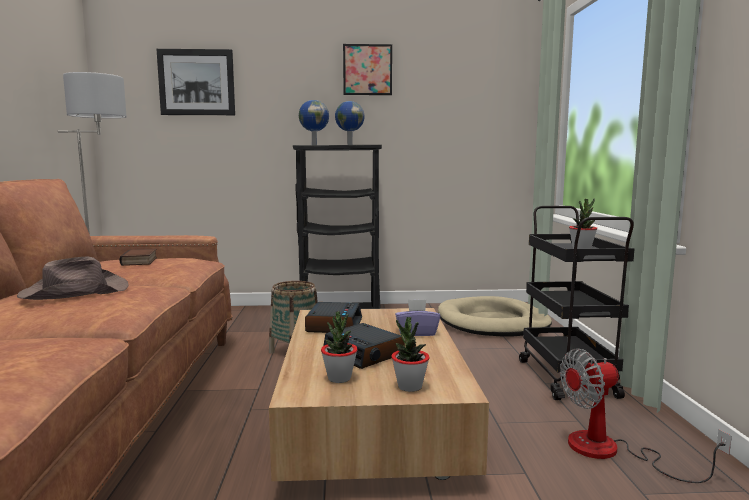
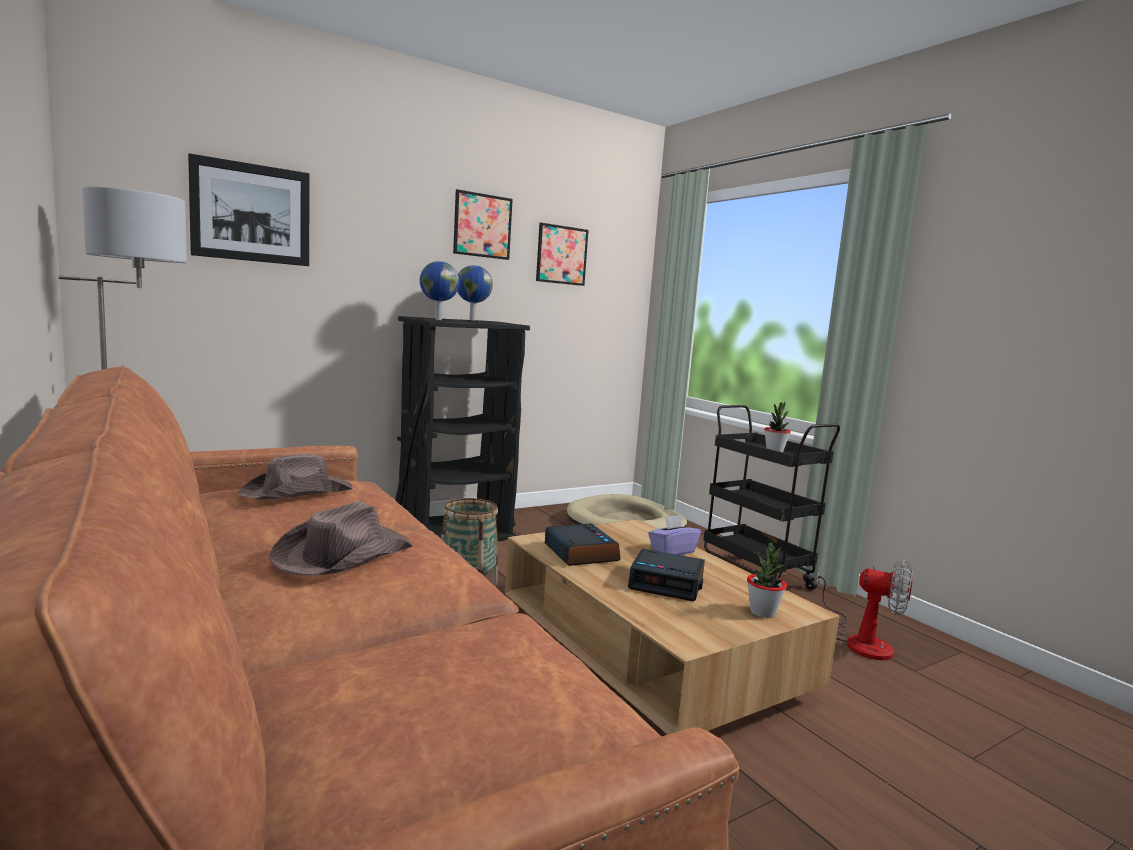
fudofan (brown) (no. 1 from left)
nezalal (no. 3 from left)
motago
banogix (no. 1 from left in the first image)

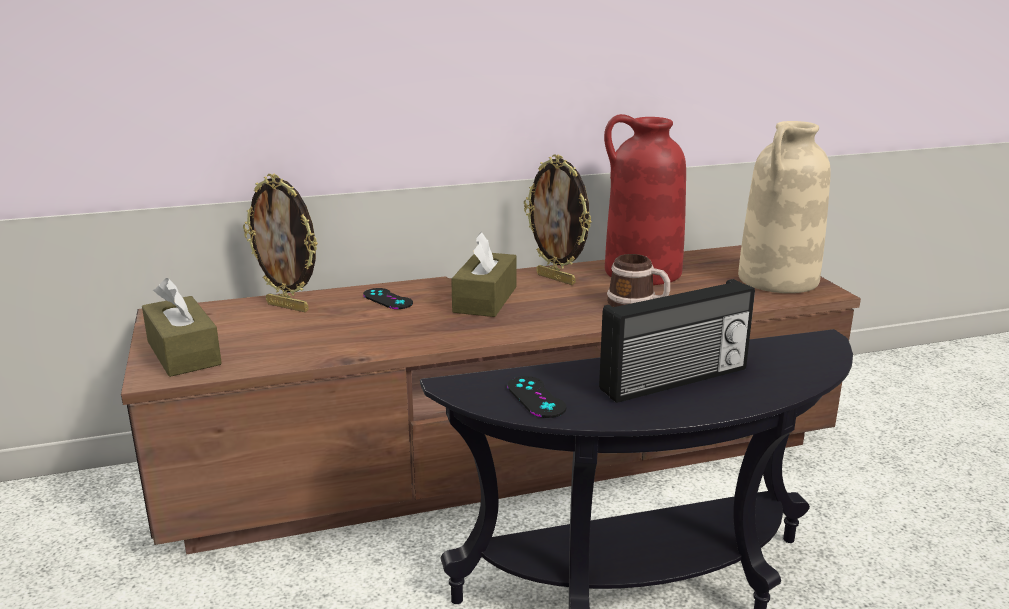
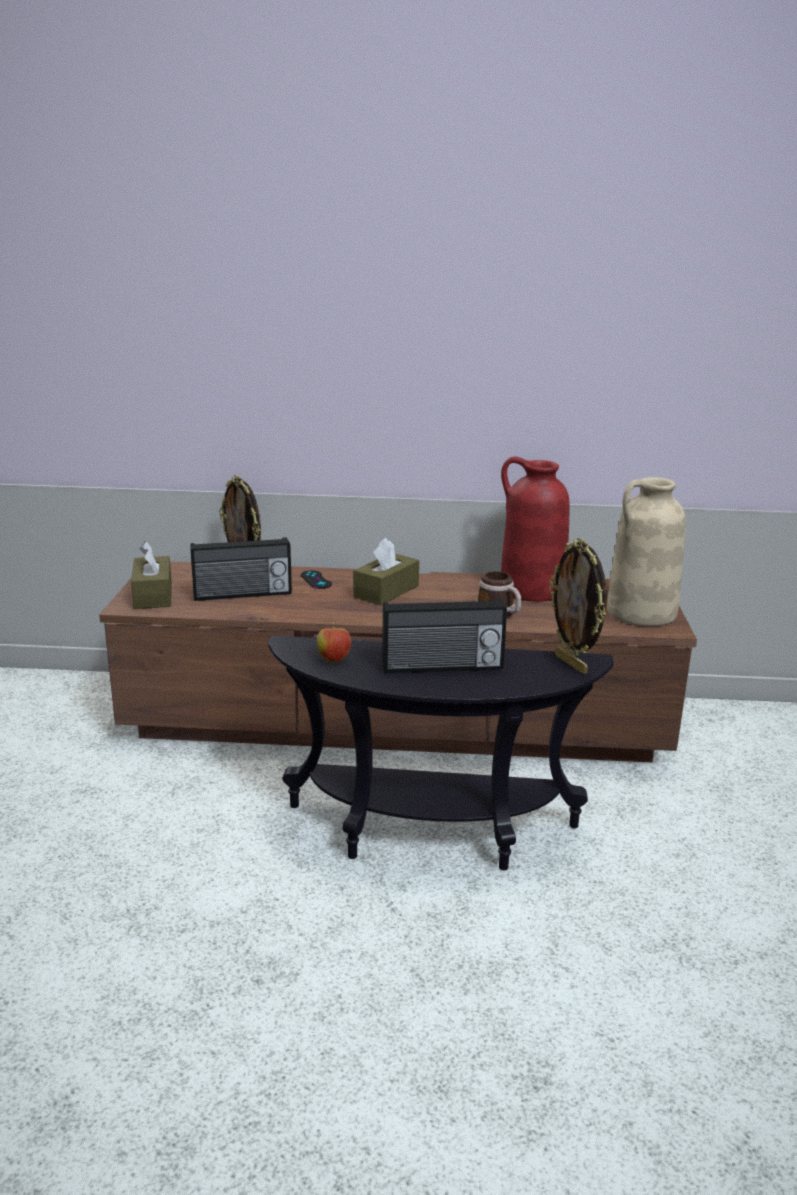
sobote (no. 1 from left)
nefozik
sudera (no. 2 from left)

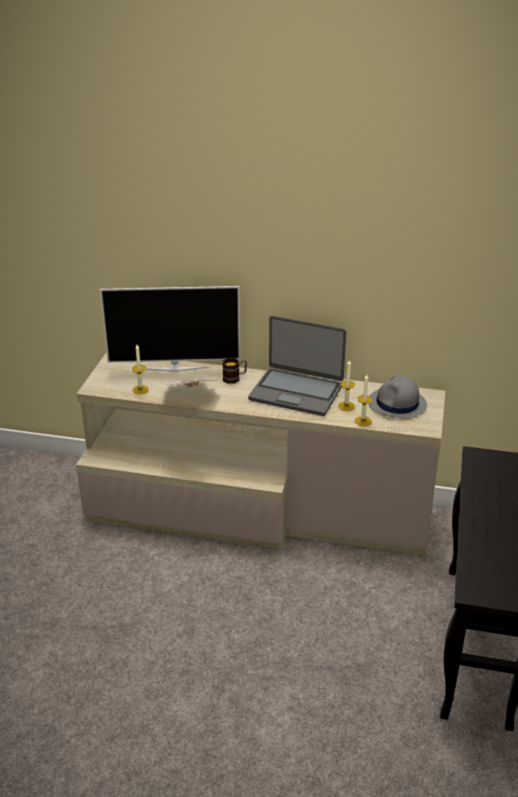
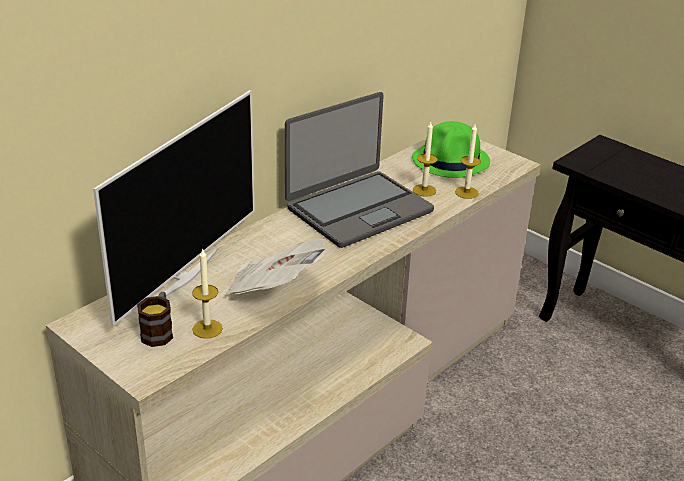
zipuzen
fudofan (green)

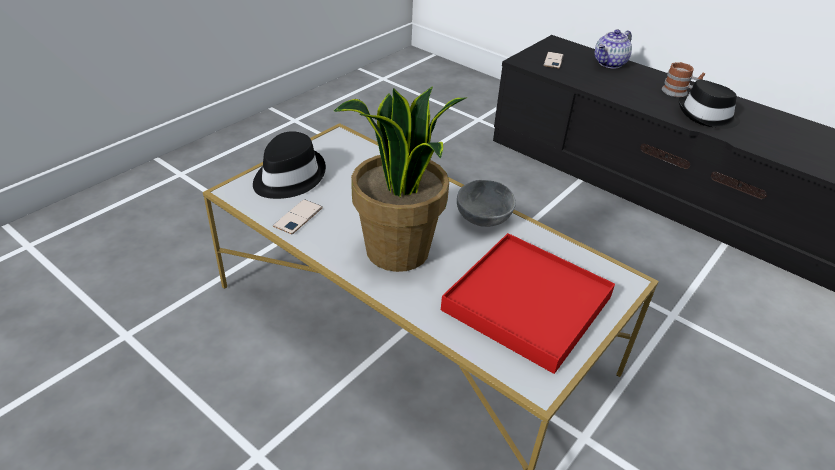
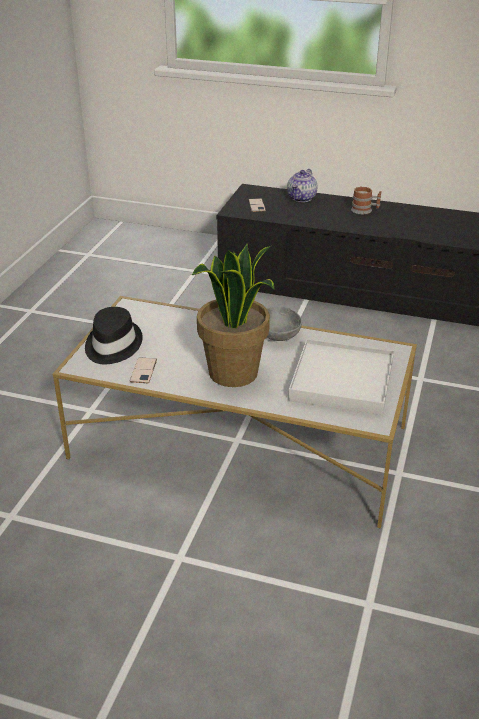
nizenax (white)
fudofan (black) (no. 2 from left in the first image)

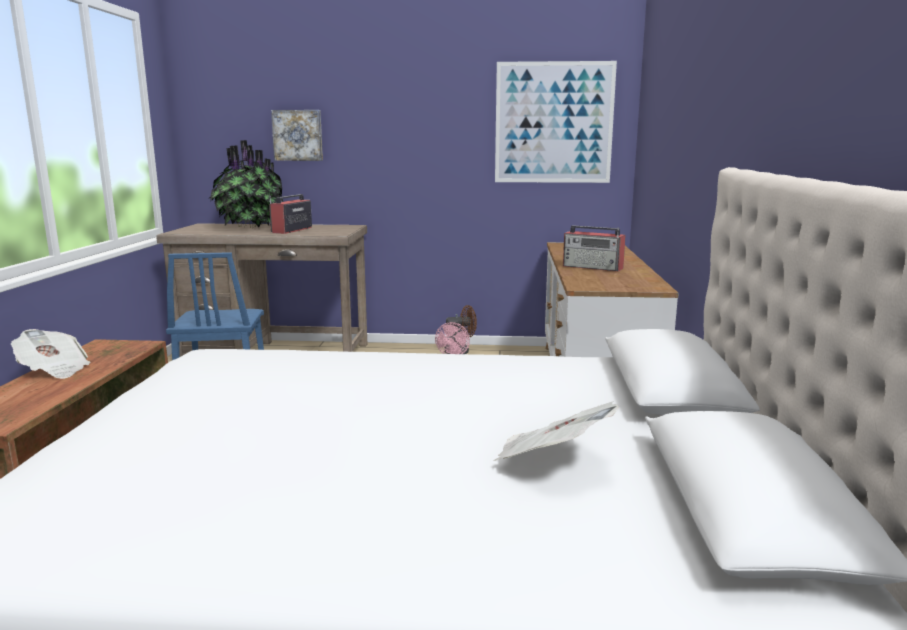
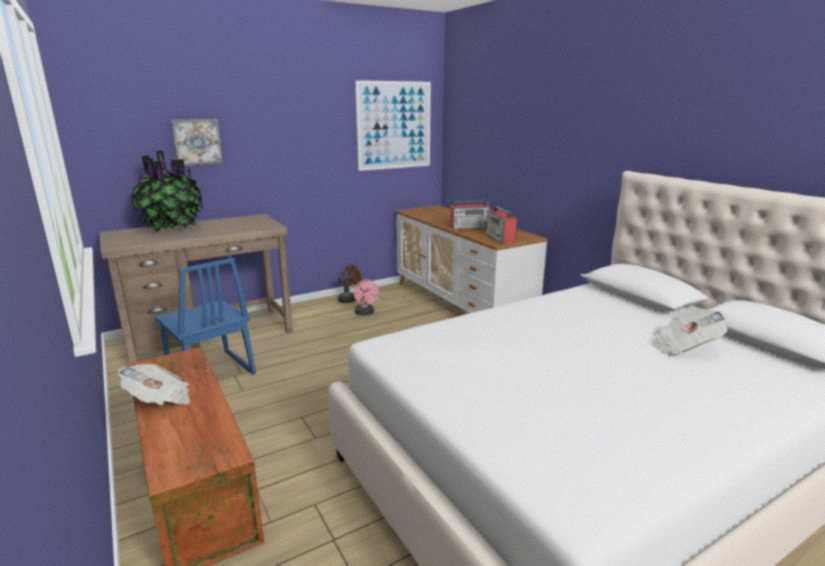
sobote (no. 2 from left)

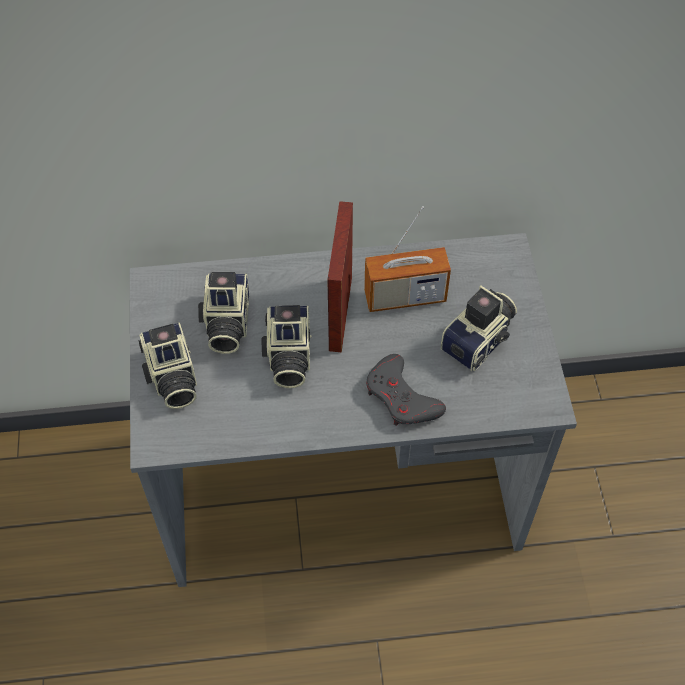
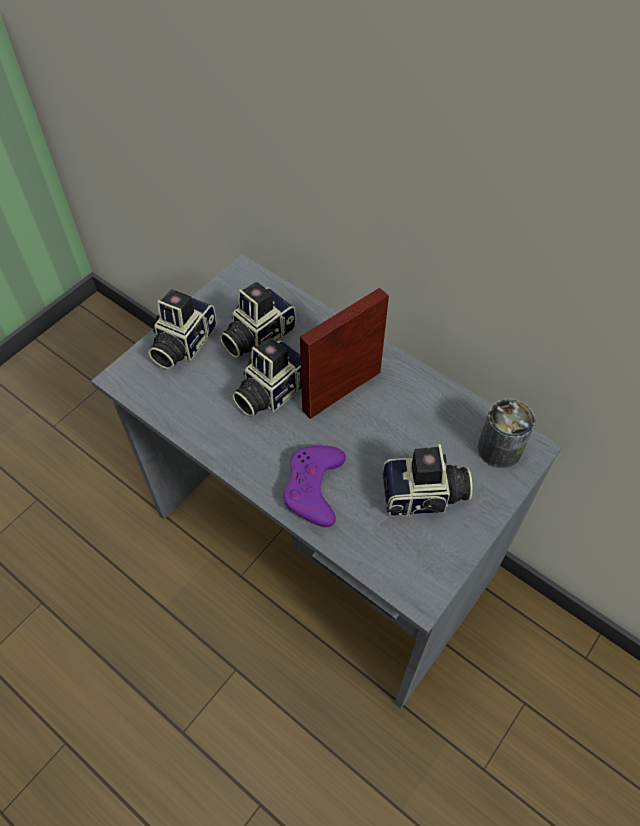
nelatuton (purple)
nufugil
sobote

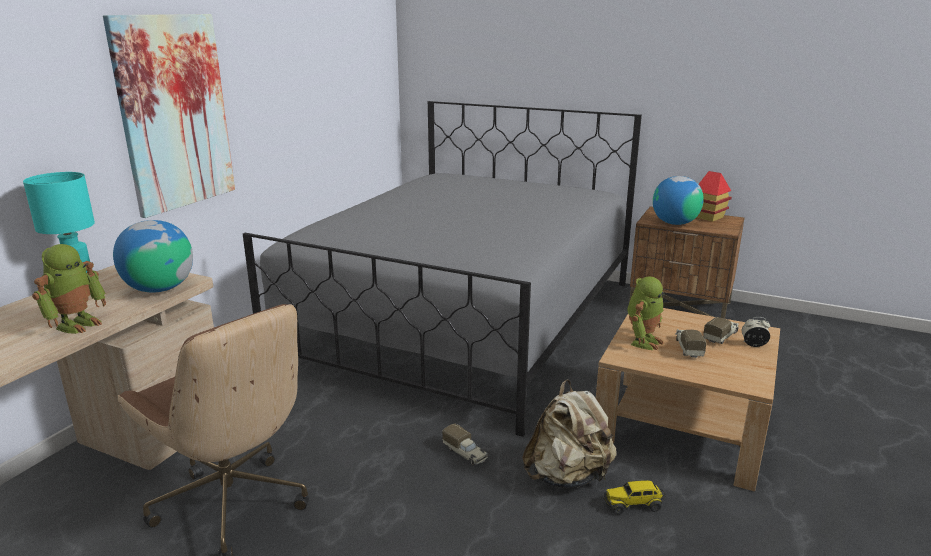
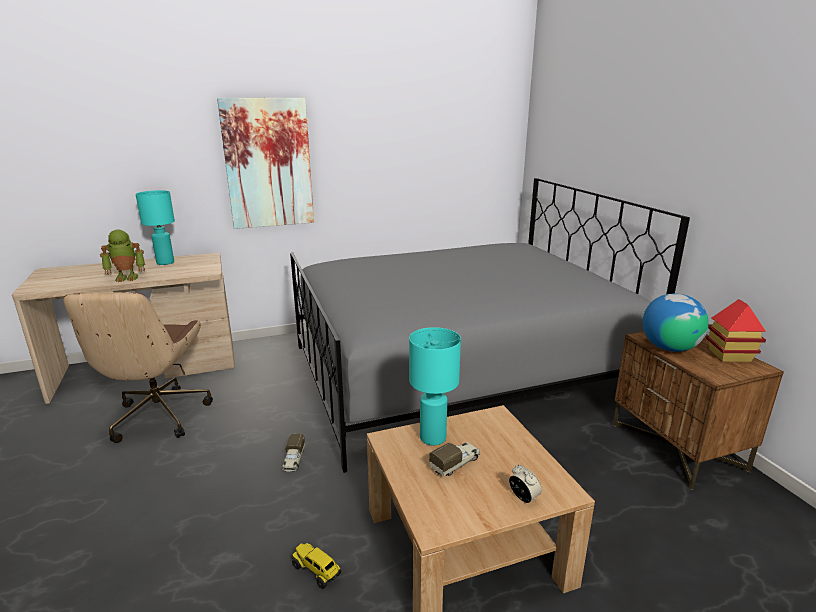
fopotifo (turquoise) (no. 2 from left)
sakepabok (no. 1 from left in the first image)
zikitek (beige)
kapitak (no. 4 from left in the first image)

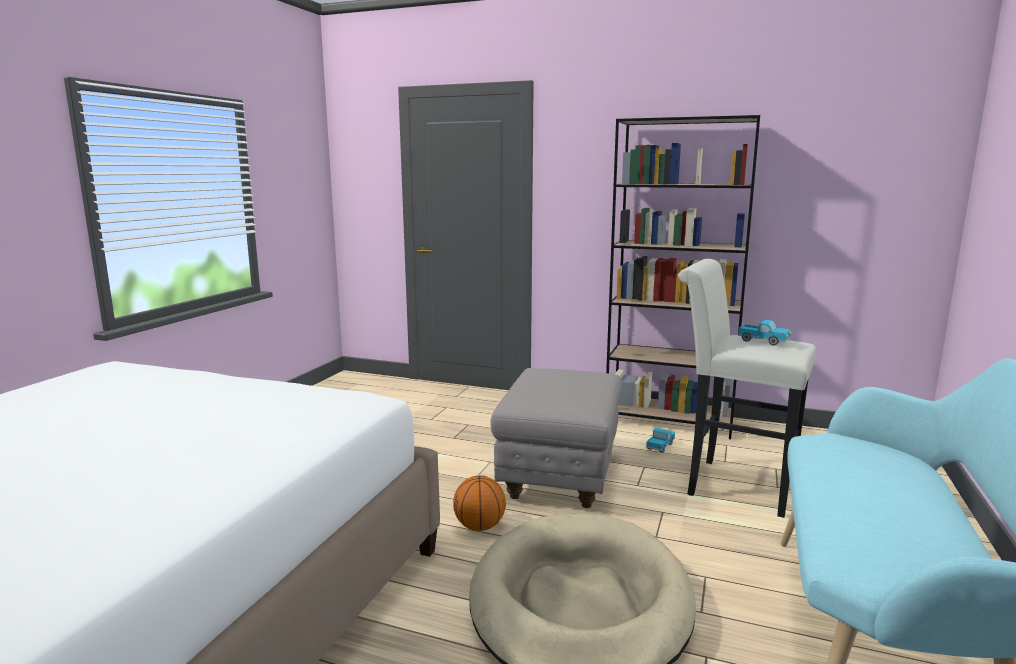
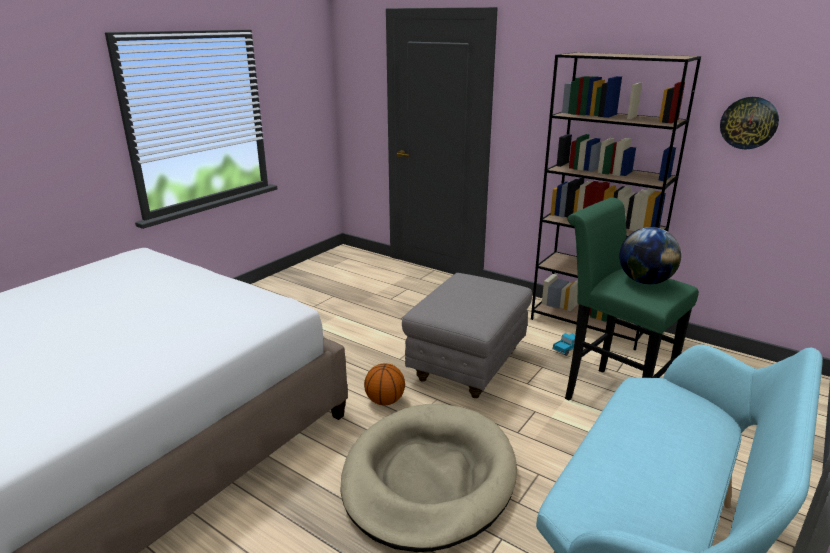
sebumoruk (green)
sakepabok
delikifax

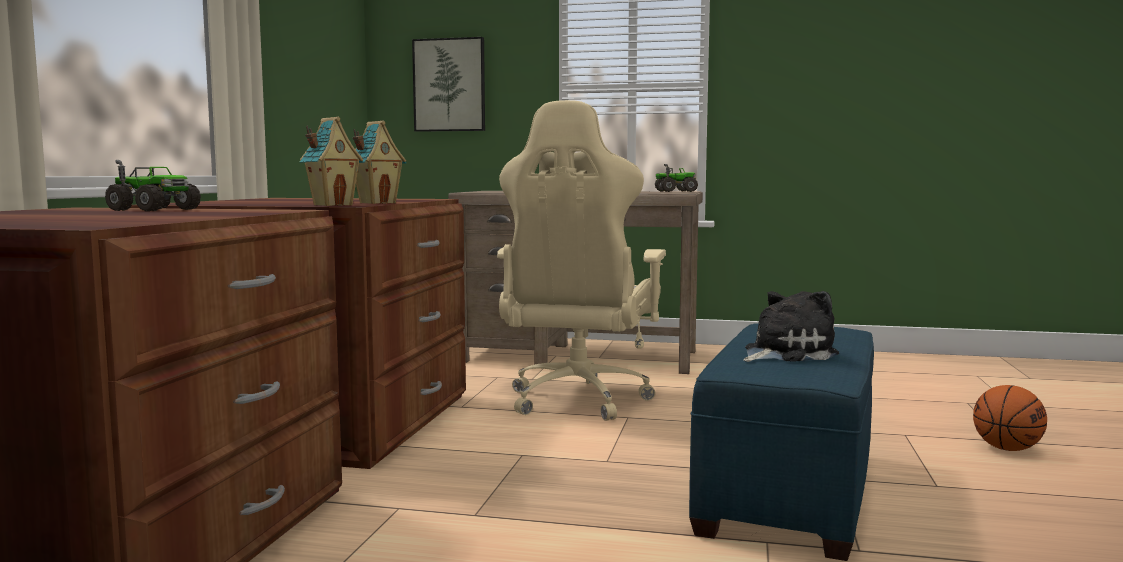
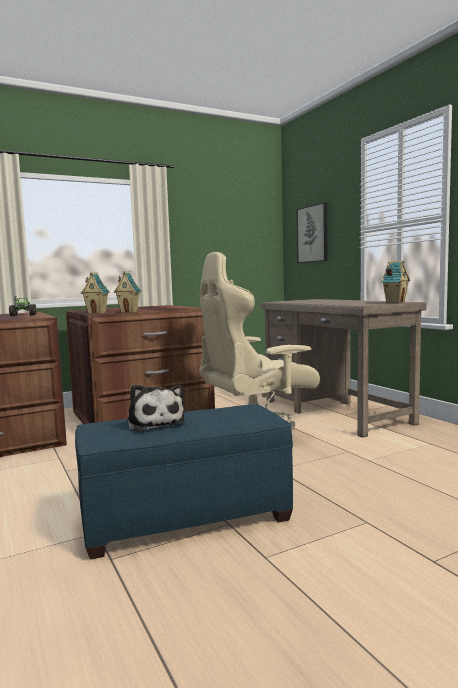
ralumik
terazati (no. 3 from left)
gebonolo

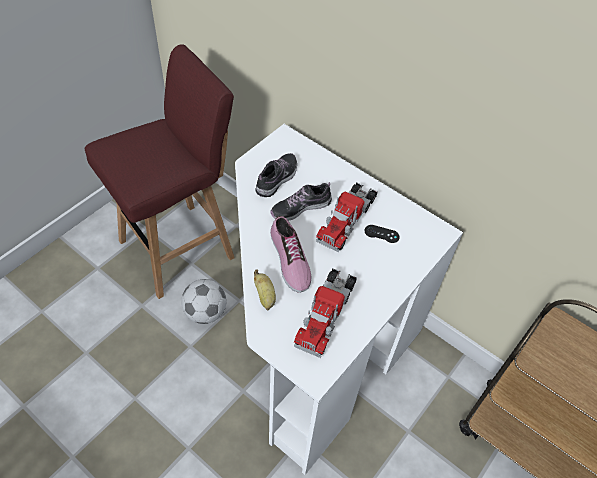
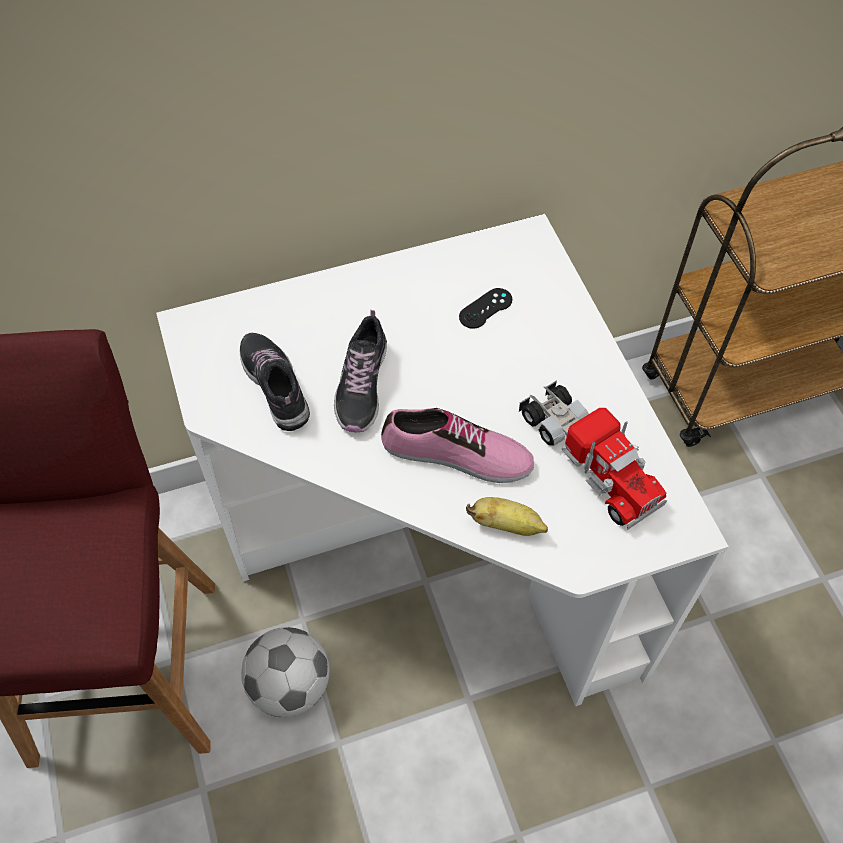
kapitak (no. 2 from left in the first image)

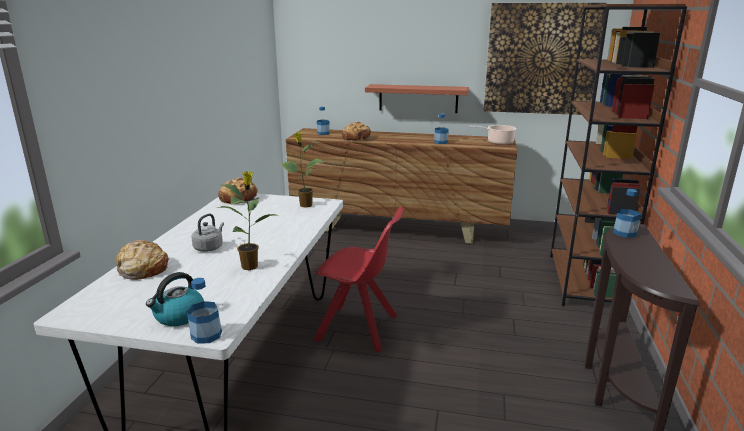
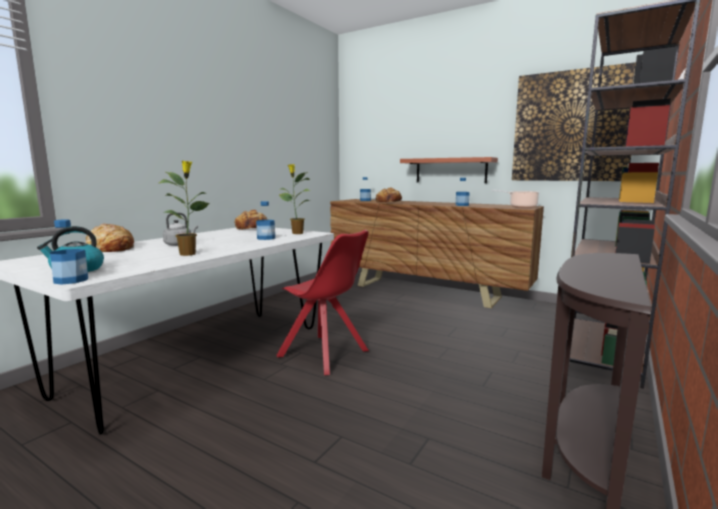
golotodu (no. 2 from left)

